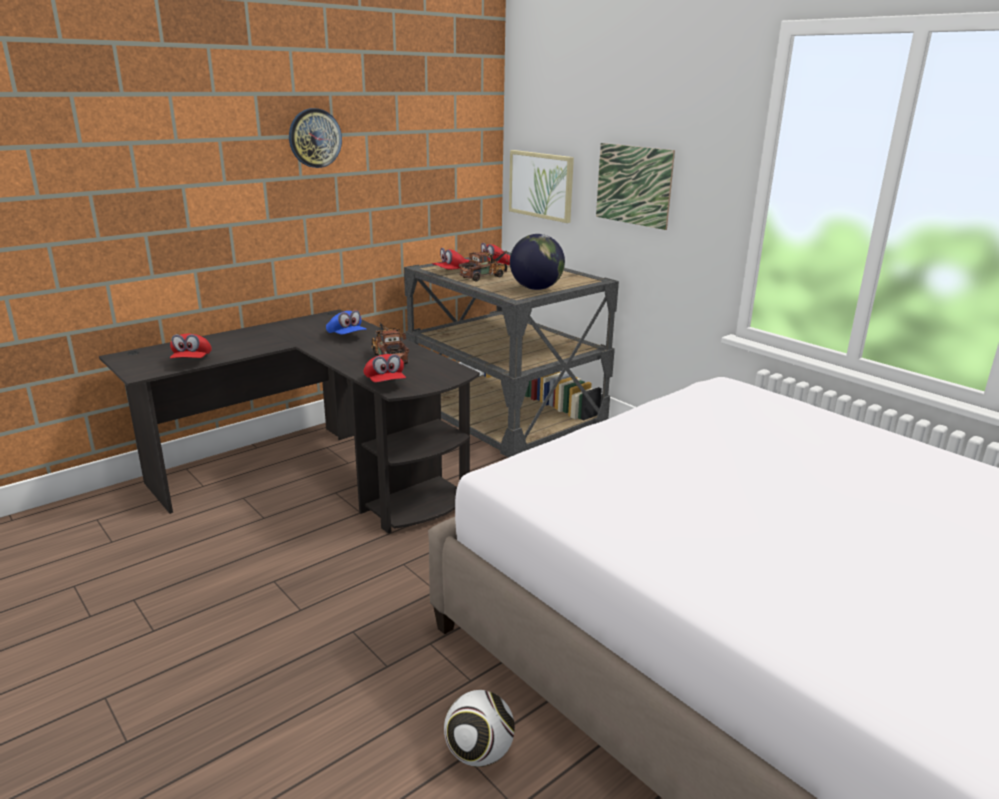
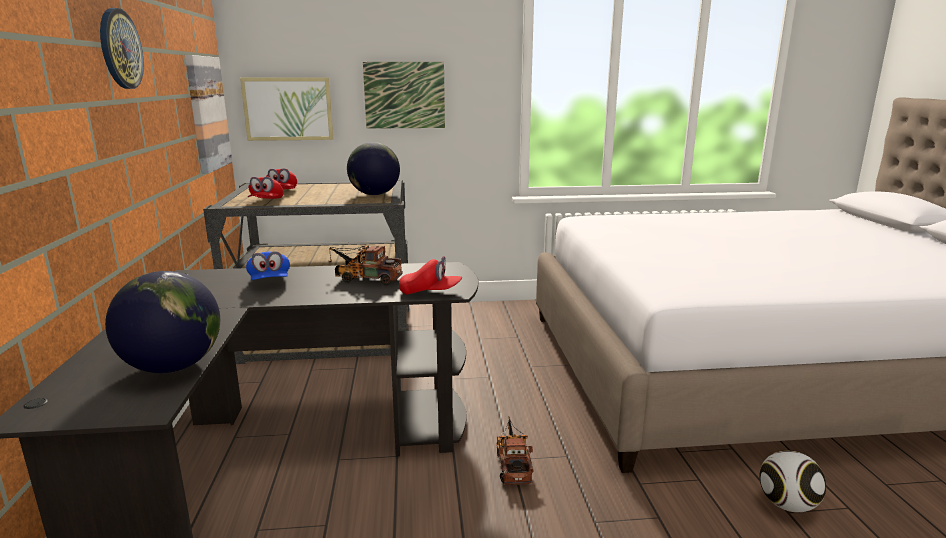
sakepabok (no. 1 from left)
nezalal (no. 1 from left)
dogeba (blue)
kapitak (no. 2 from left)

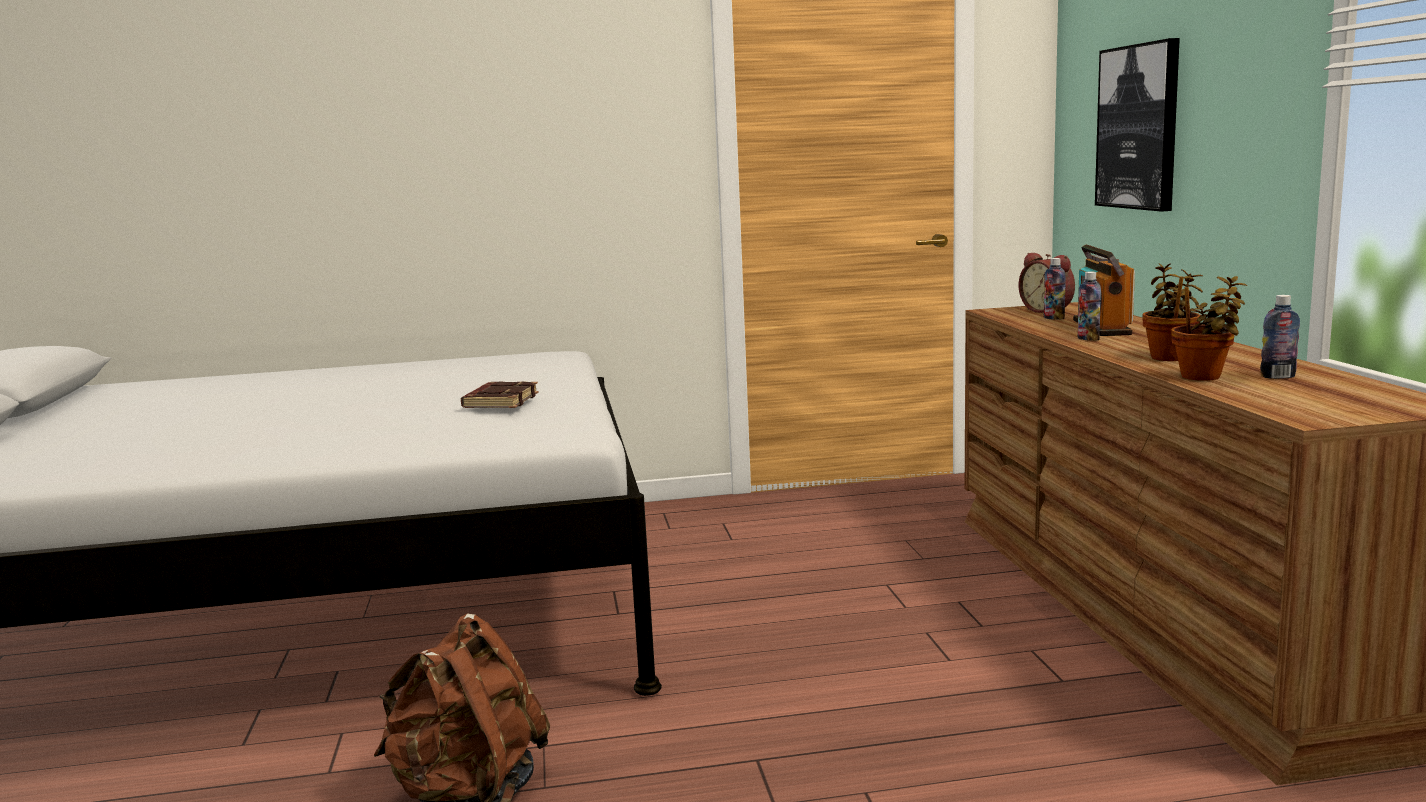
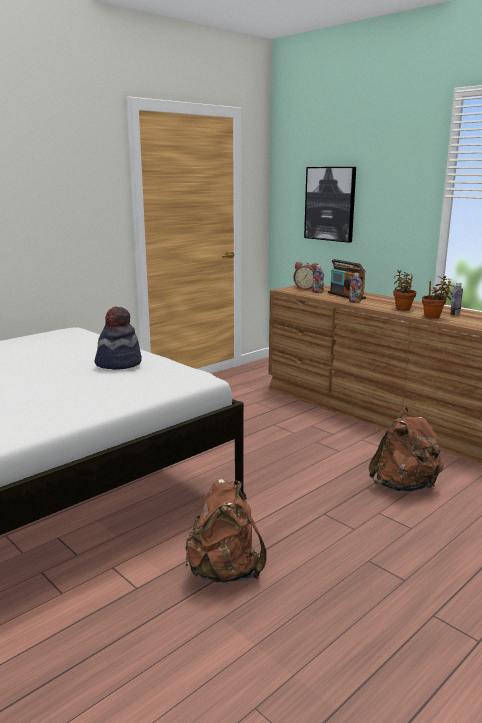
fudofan
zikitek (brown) (no. 2 from left)

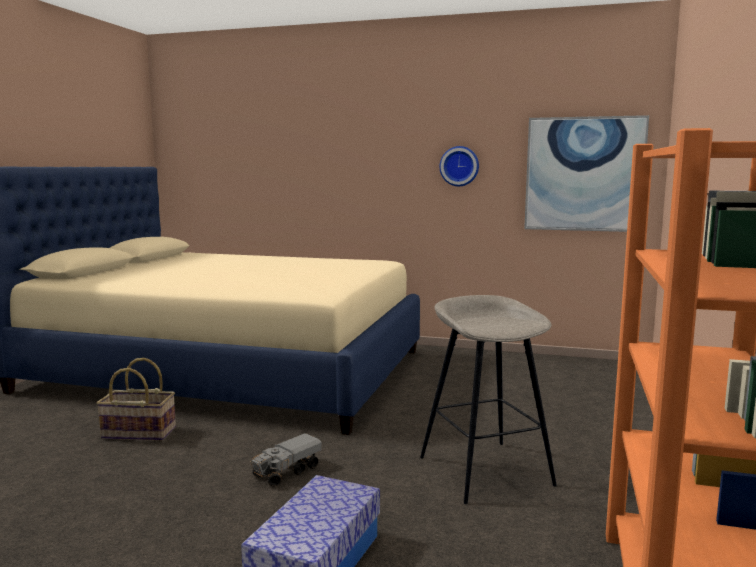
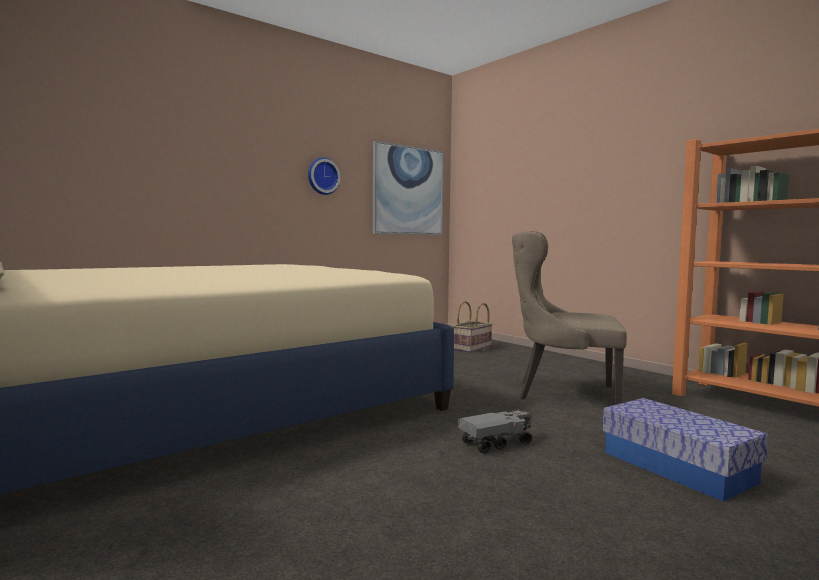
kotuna
kapitak
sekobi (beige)

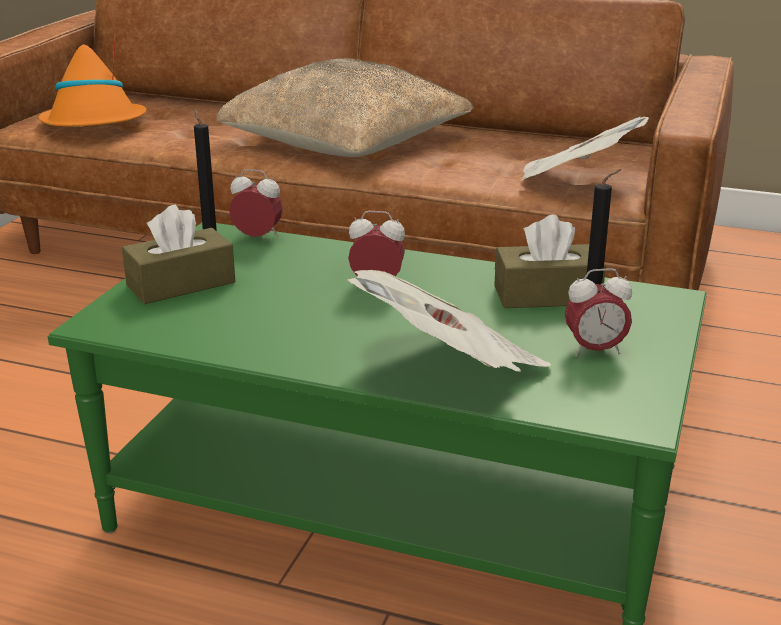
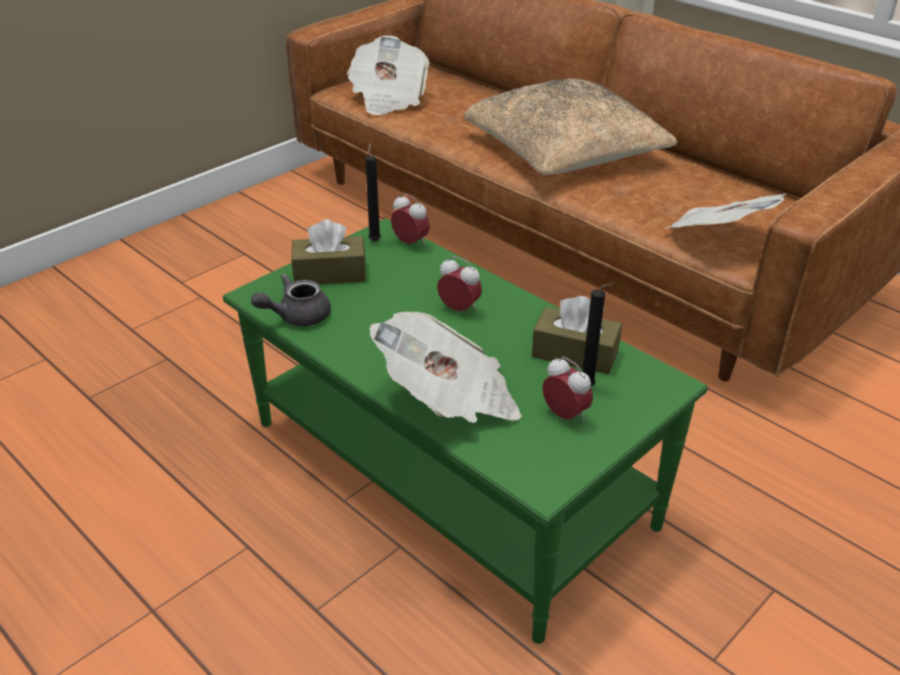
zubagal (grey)
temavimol (no. 1 from left)
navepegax (no. 3 from left)

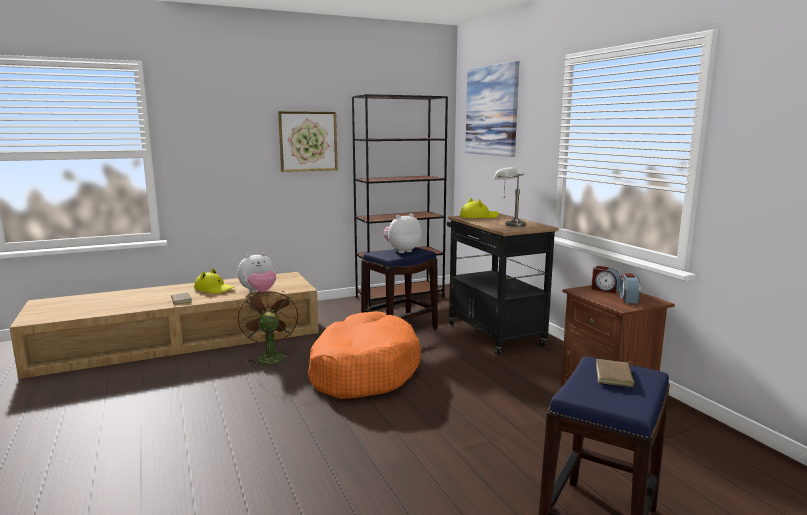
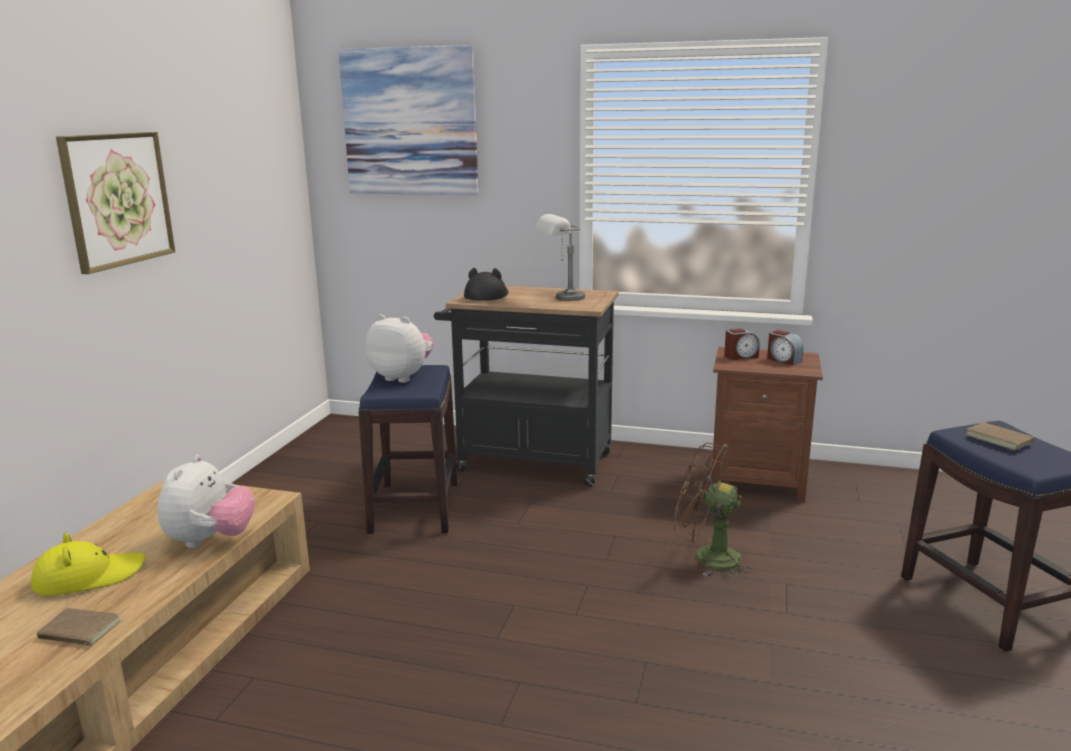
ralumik (no. 2 from left)
fudofan (black)
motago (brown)
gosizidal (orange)
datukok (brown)

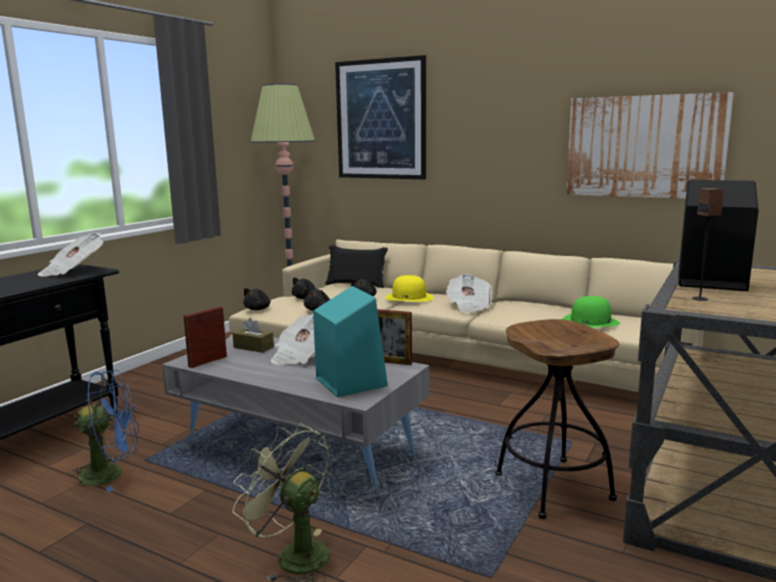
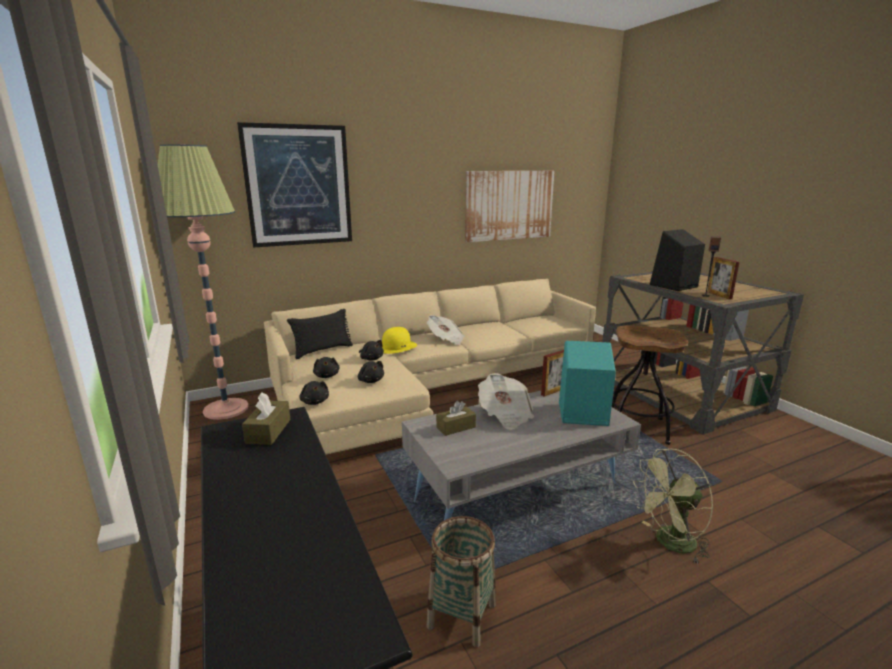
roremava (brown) (no. 1 from left)
kotuna
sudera (no. 2 from left)
fudofan (green)

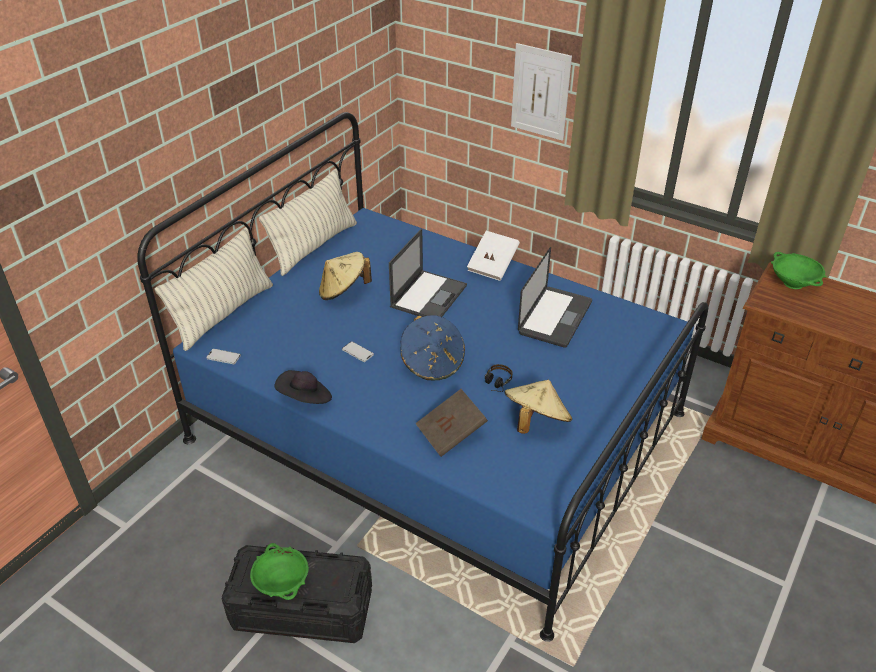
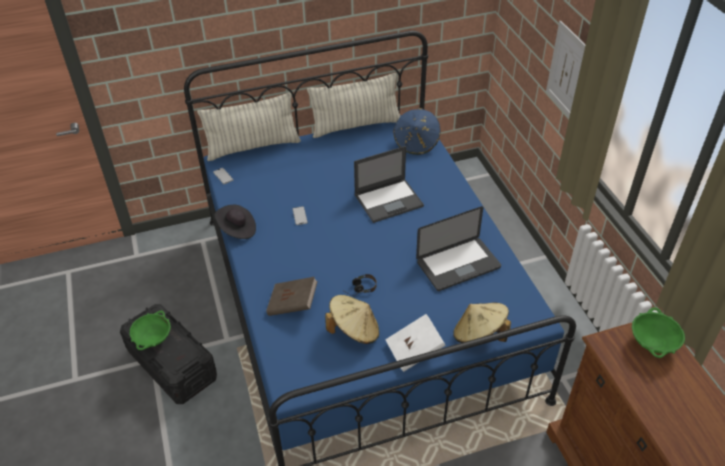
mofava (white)
fudofan (blue)
fudofan (beige) (no. 2 from left)

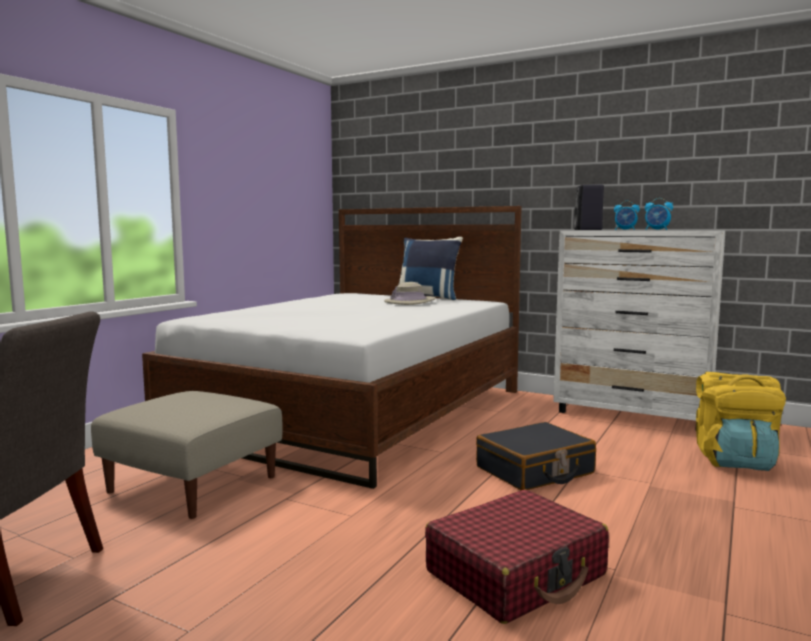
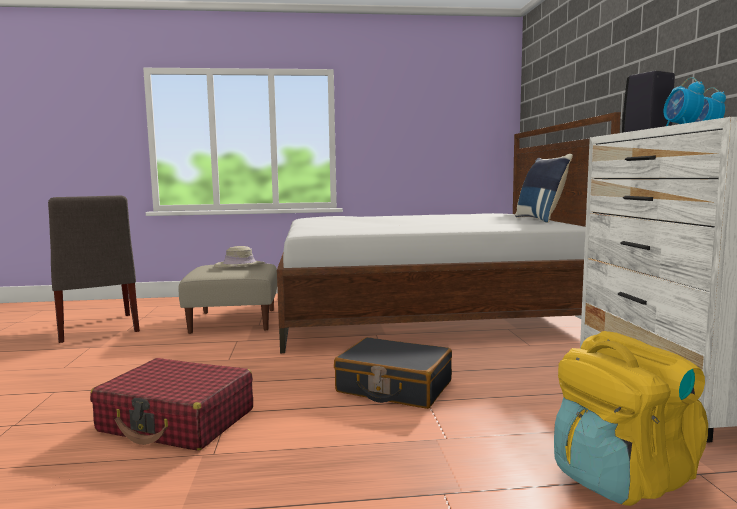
fudofan (beige)

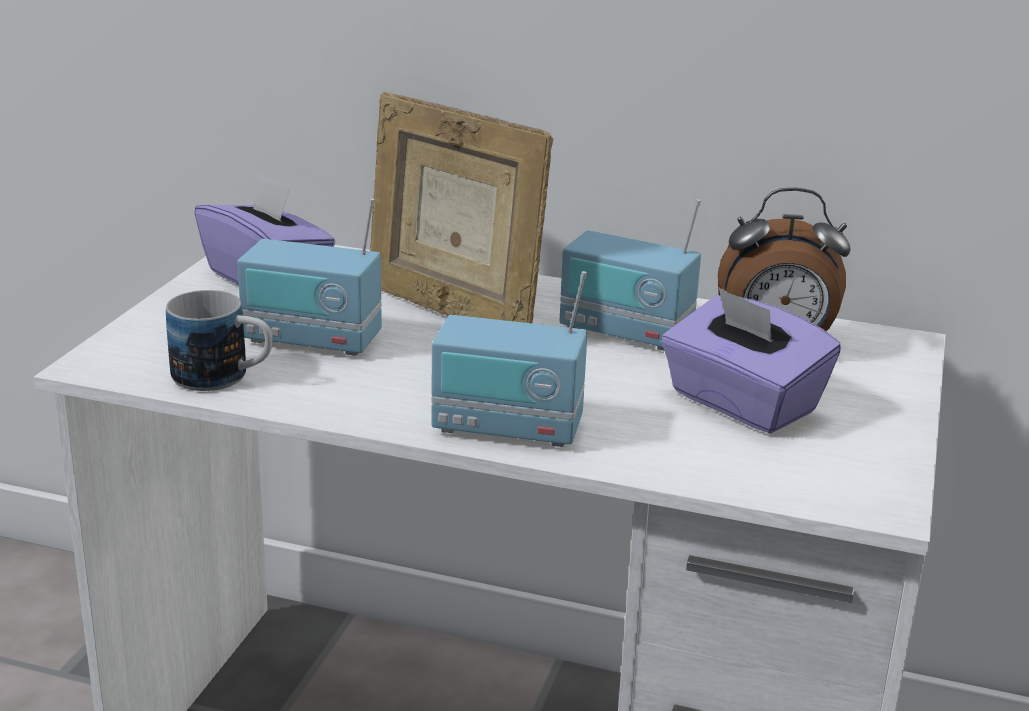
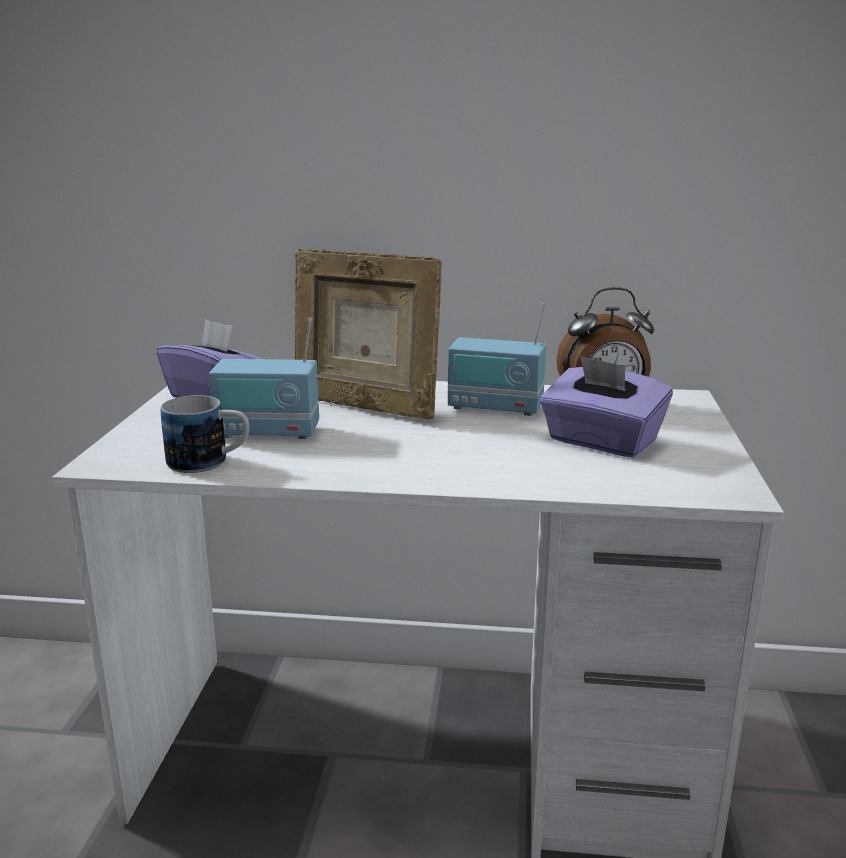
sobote (no. 2 from left in the first image)

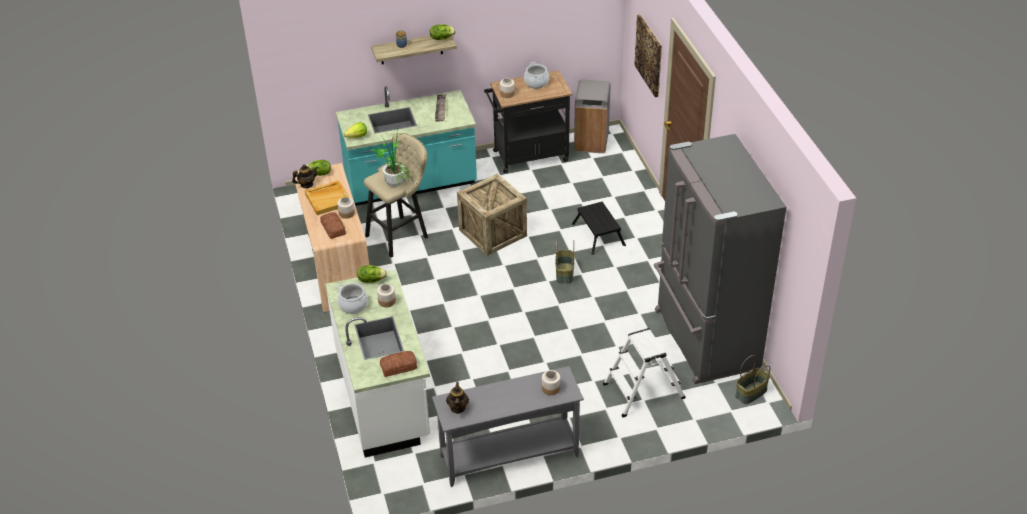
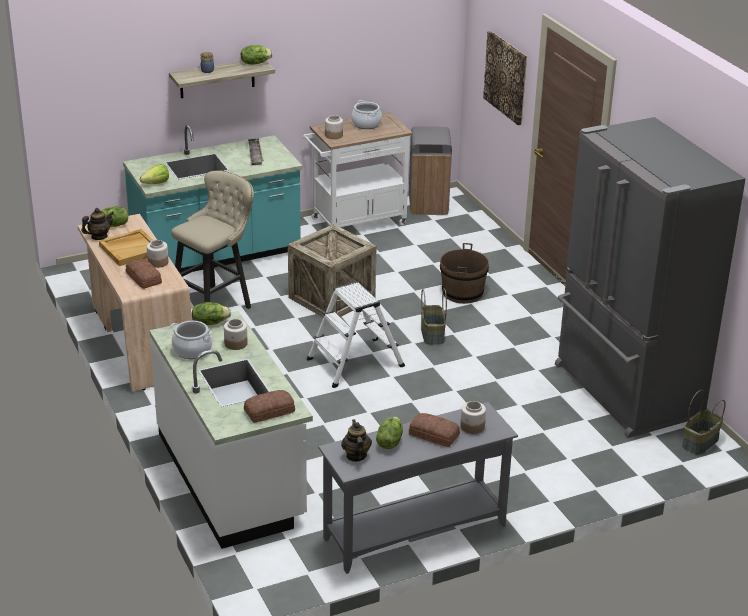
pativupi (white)
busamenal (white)
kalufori (no. 5 from left)
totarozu (no. 3 from left)
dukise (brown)
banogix

